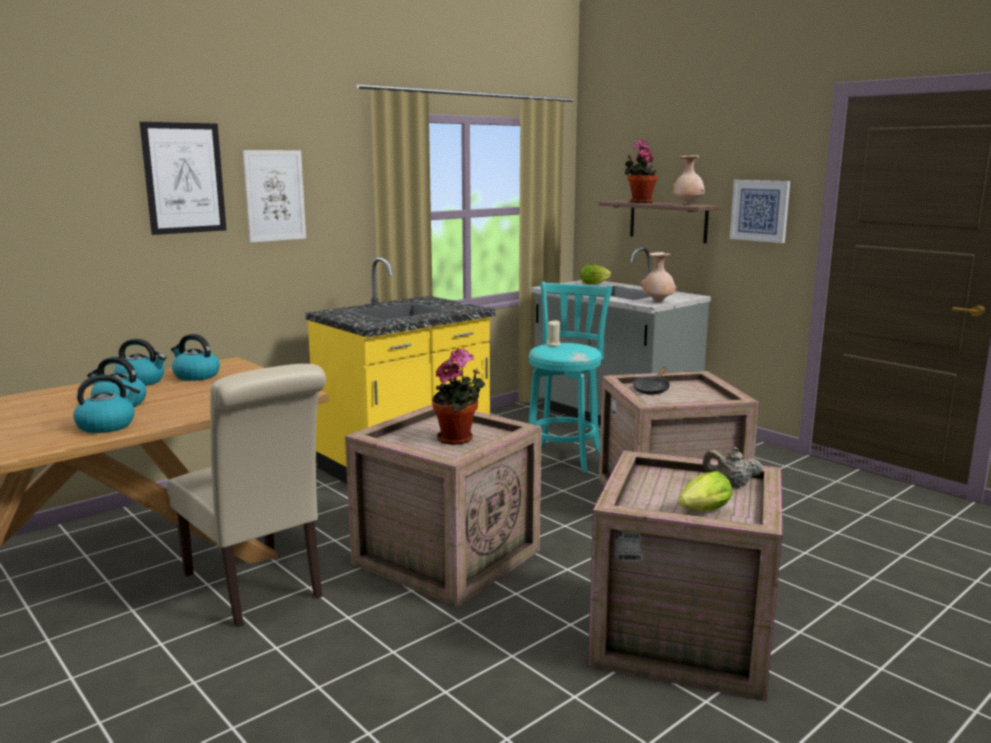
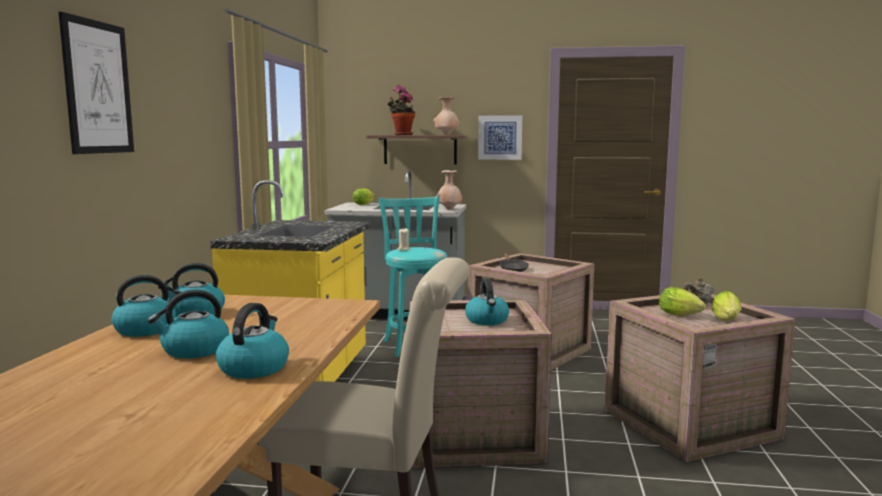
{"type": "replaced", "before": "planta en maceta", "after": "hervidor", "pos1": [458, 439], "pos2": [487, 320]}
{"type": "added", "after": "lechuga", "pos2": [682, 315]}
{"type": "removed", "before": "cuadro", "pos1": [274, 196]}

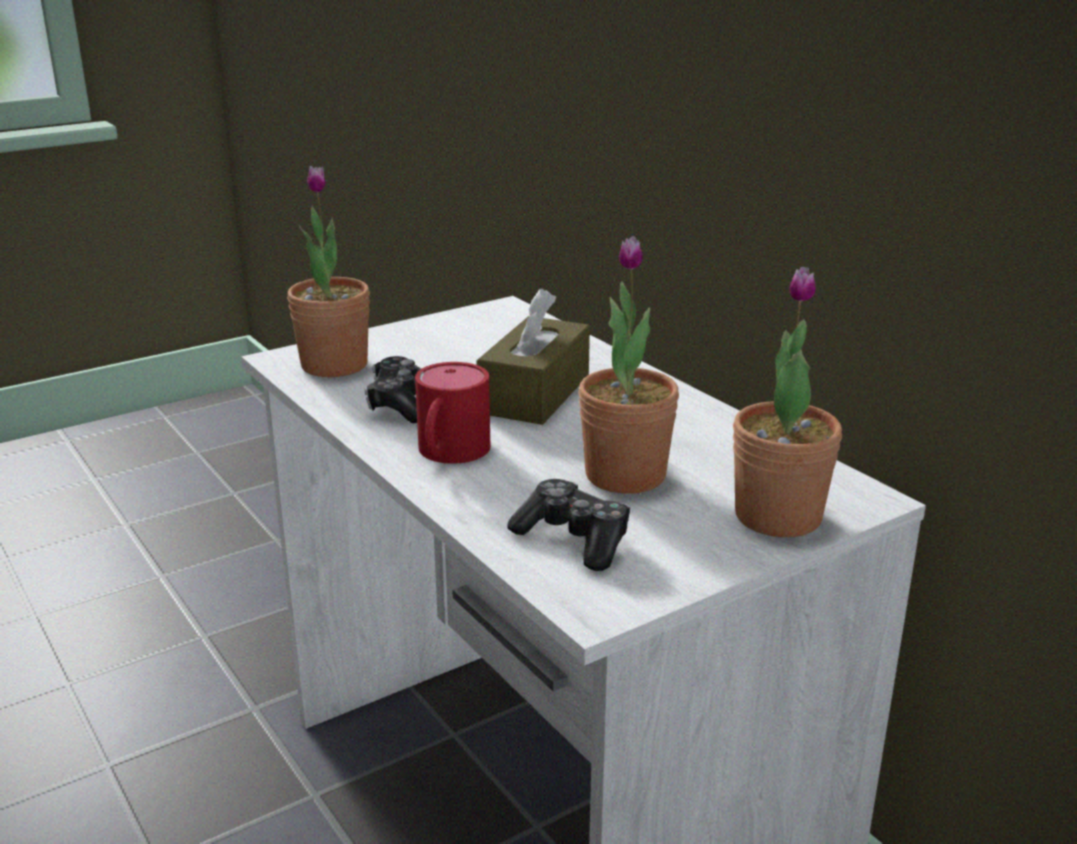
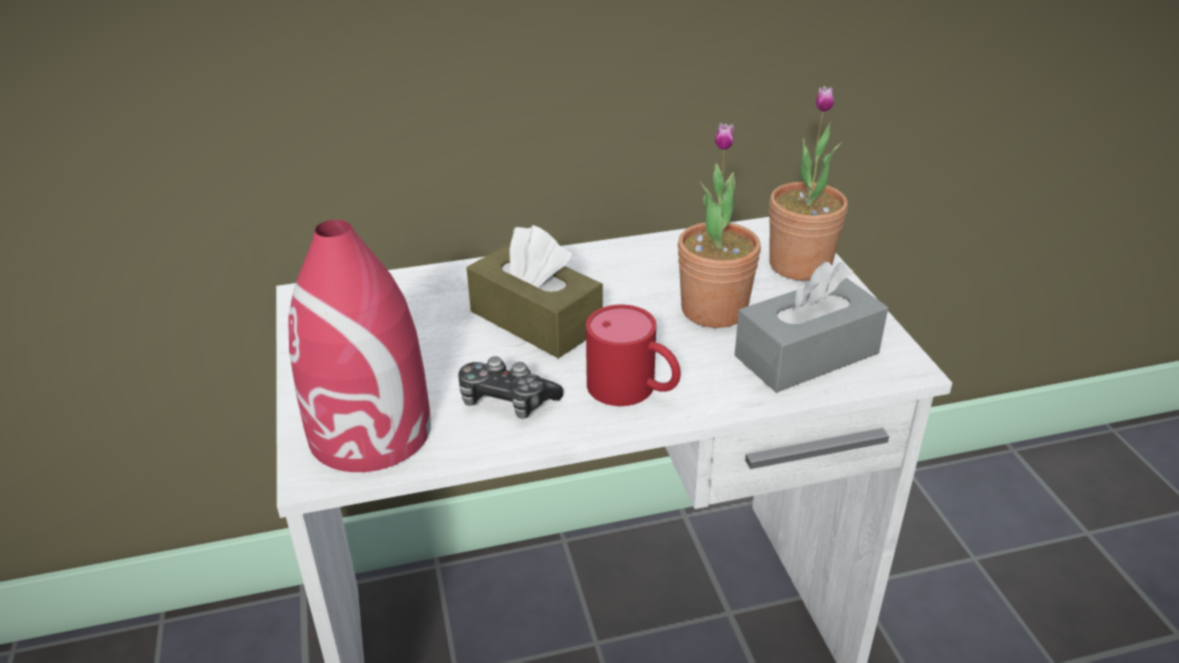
{"type": "replaced", "before": "planta en maceta", "after": "florero [rojo]", "pos1": [334, 365], "pos2": [371, 432]}
{"type": "replaced", "before": "mando de consola", "after": "caja de pañuelos [gris]", "pos1": [574, 539], "pos2": [806, 354]}

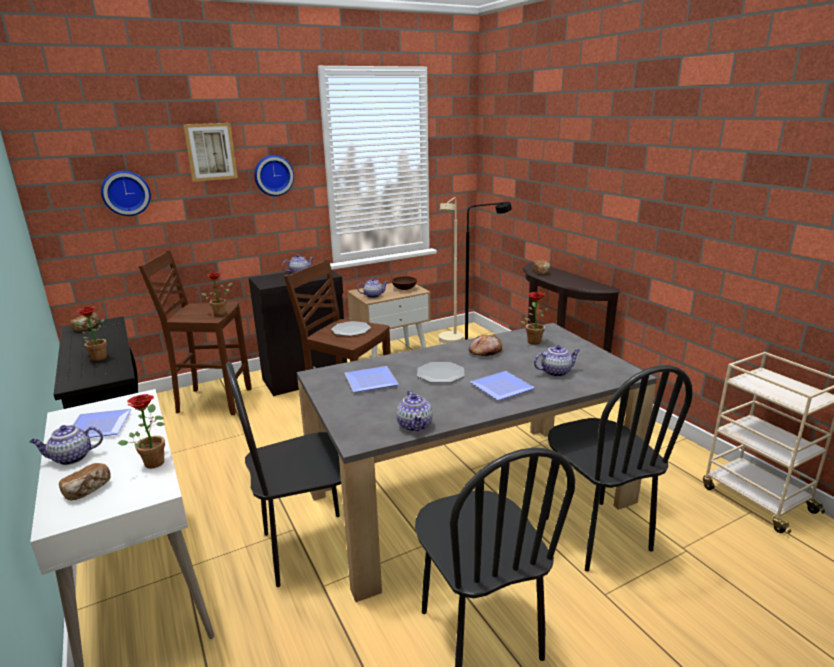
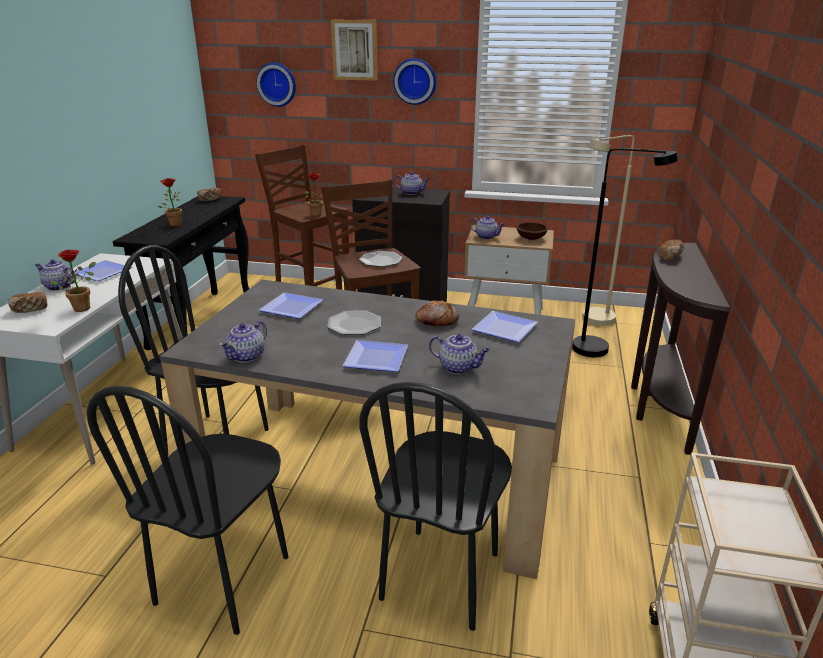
{"type": "replaced", "before": "planta en maceta", "after": "plato", "pos1": [532, 341], "pos2": [507, 329]}

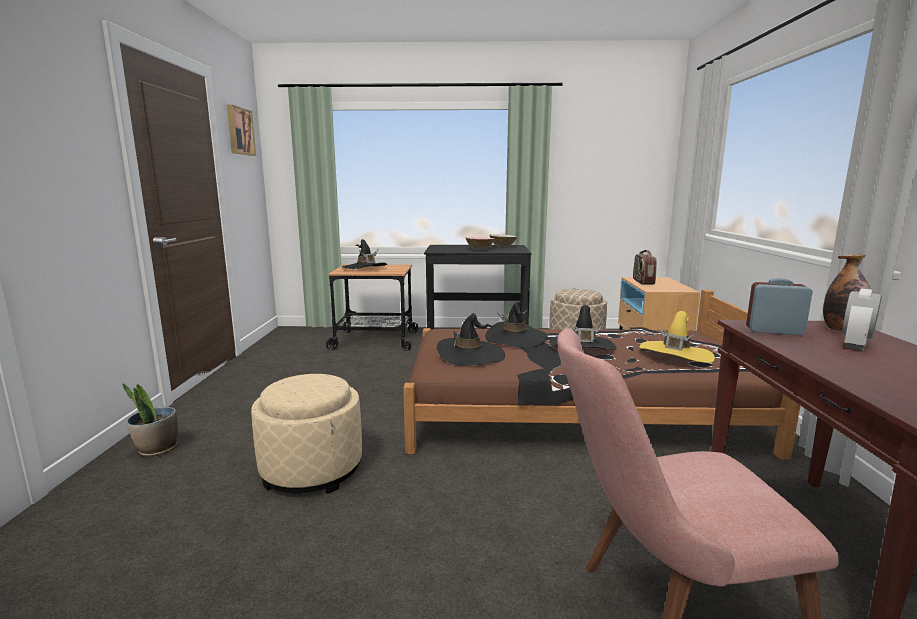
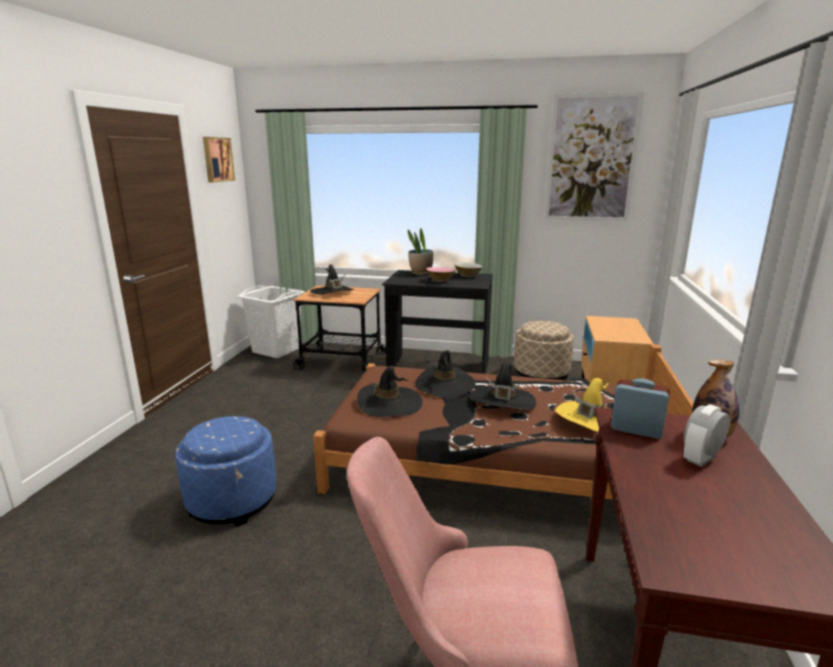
{"type": "recoloured", "before": "puf [beis]", "after": "puf [azul]", "pos1": [312, 470], "pos2": [232, 500]}
{"type": "added", "after": "cesto de la ropa [blanco]", "pos2": [276, 350]}
{"type": "moved", "before": "planta en maceta", "pos1": [157, 450], "pos2": [420, 273]}
{"type": "added", "after": "cuadro", "pos2": [591, 158]}
{"type": "removed", "before": "radio", "pos1": [643, 282]}

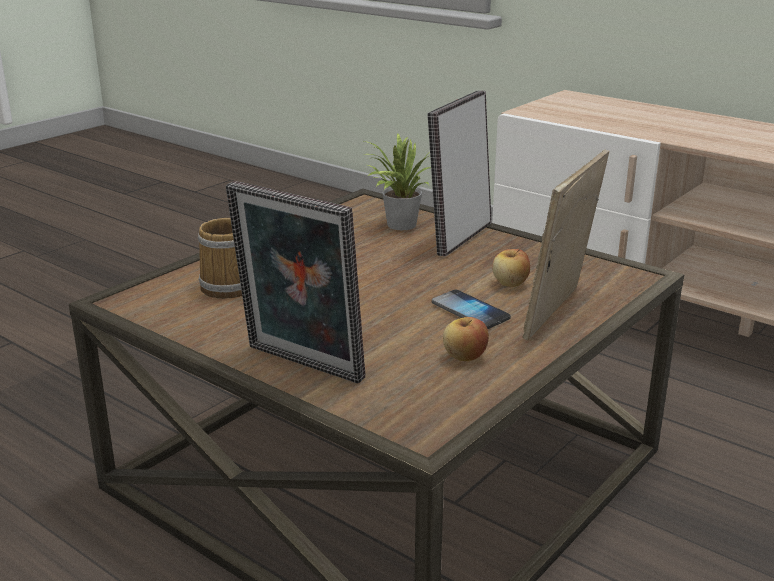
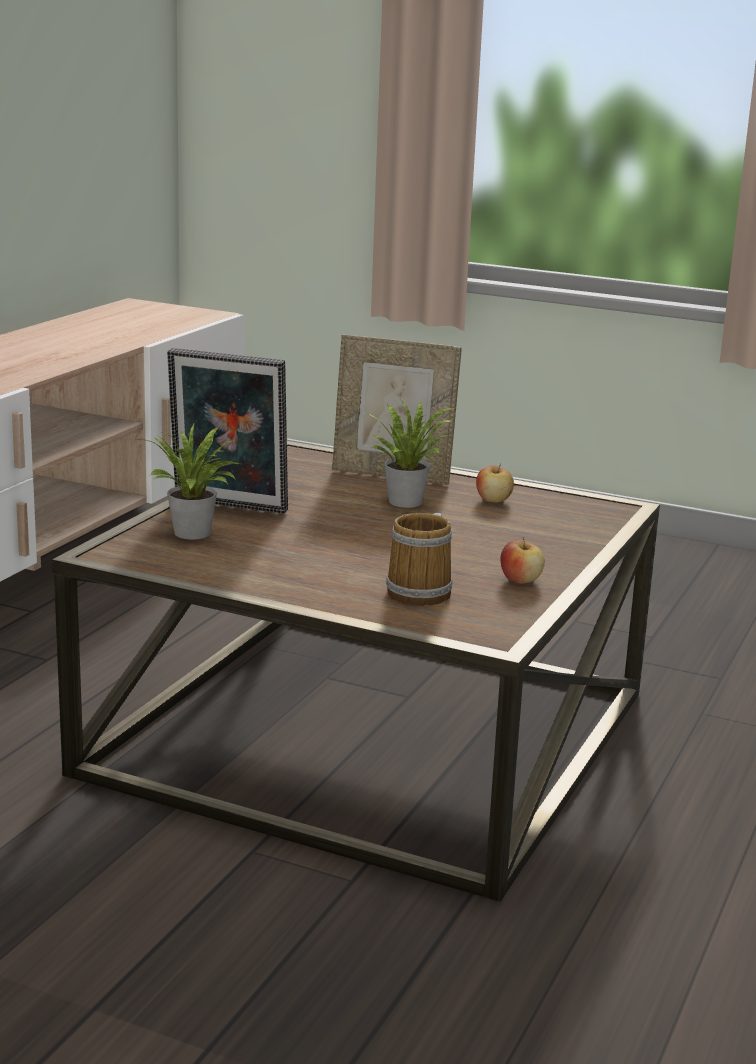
{"type": "replaced", "before": "móvil", "after": "planta en maceta", "pos1": [470, 311], "pos2": [407, 500]}
{"type": "moved", "before": "manzana", "pos1": [510, 284], "pos2": [520, 580]}
{"type": "removed", "before": "portarretratos", "pos1": [300, 366]}

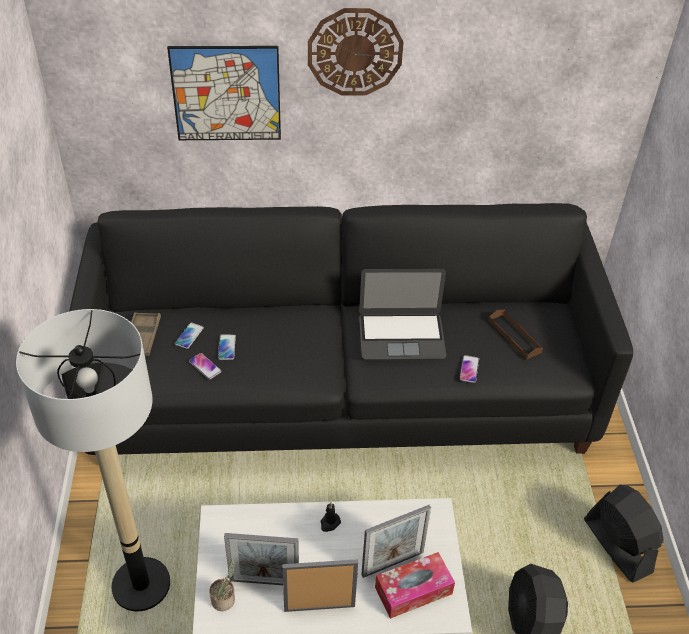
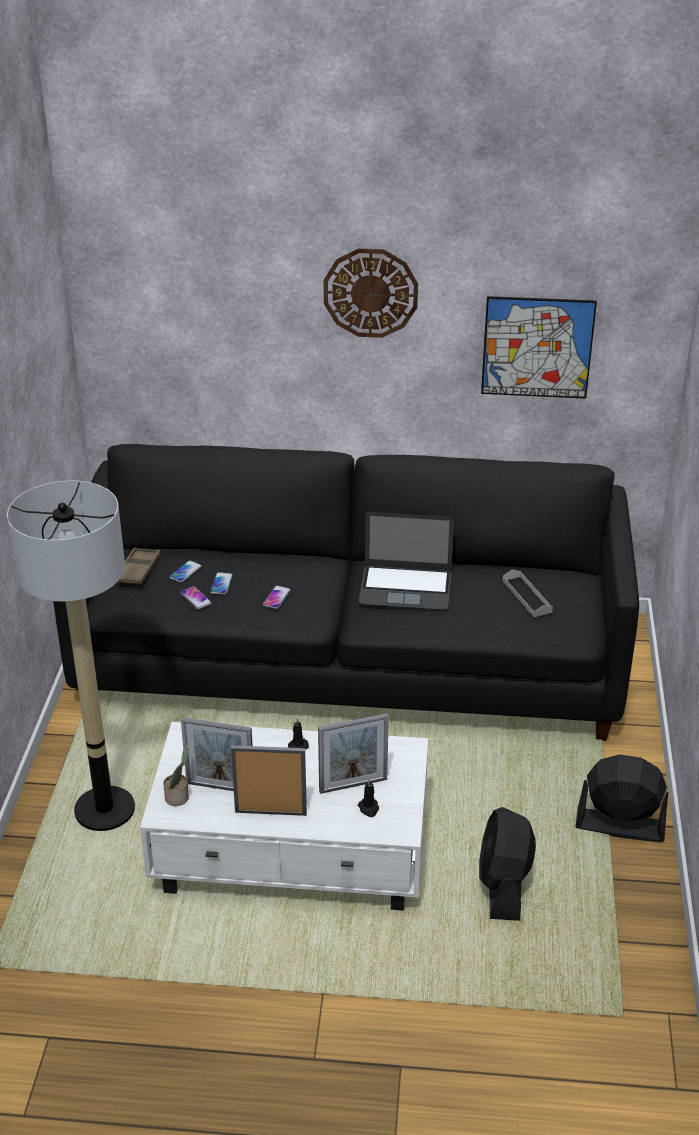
{"type": "moved", "before": "móvil", "pos1": [469, 369], "pos2": [276, 598]}
{"type": "replaced", "before": "caja de pañuelos", "after": "vela [negro]", "pos1": [413, 590], "pos2": [369, 808]}
{"type": "moved", "before": "cuadro", "pos1": [226, 94], "pos2": [537, 347]}
{"type": "recoloured", "before": "bandeja [marrón]", "after": "bandeja [gris]", "pos1": [514, 336], "pos2": [526, 596]}
{"type": "turned", "before": "ventilador [negro]", "pos1": [617, 545], "pos2": [619, 825], "turn": -60}

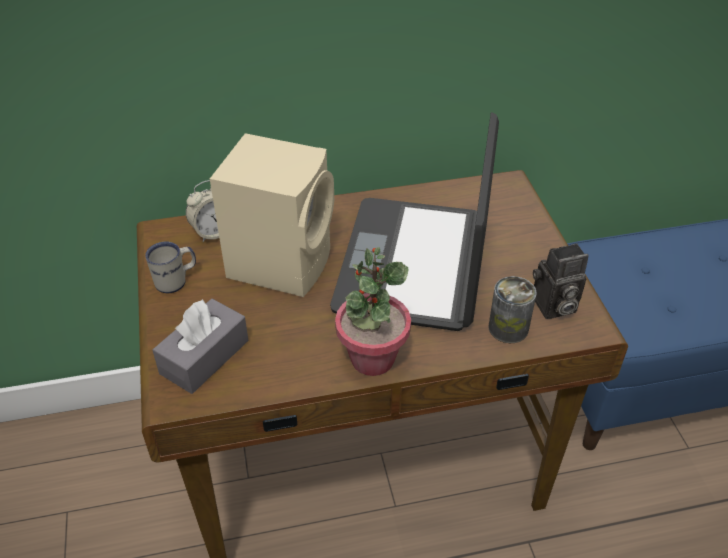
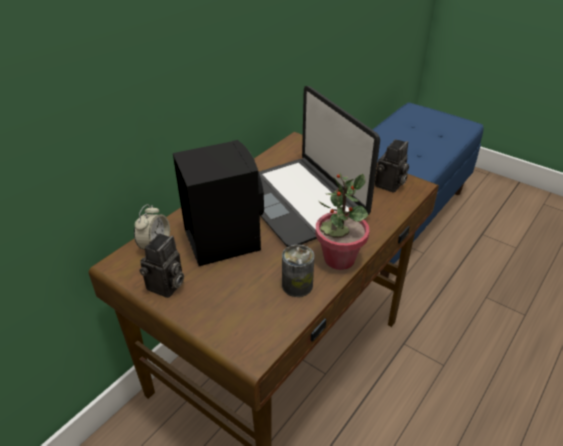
{"type": "replaced", "before": "taza grande [blanco]", "after": "cámara", "pos1": [176, 281], "pos2": [166, 287]}
{"type": "recoloured", "before": "altavoz [beis]", "after": "altavoz [negro]", "pos1": [282, 261], "pos2": [222, 238]}
{"type": "moved", "before": "lata", "pos1": [508, 328], "pos2": [297, 285]}
{"type": "removed", "before": "caja de pañuelos [gris]", "pos1": [204, 357]}

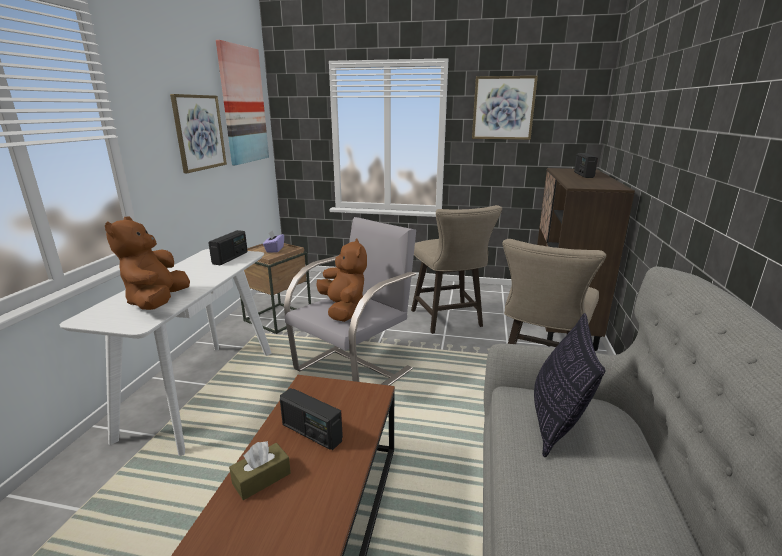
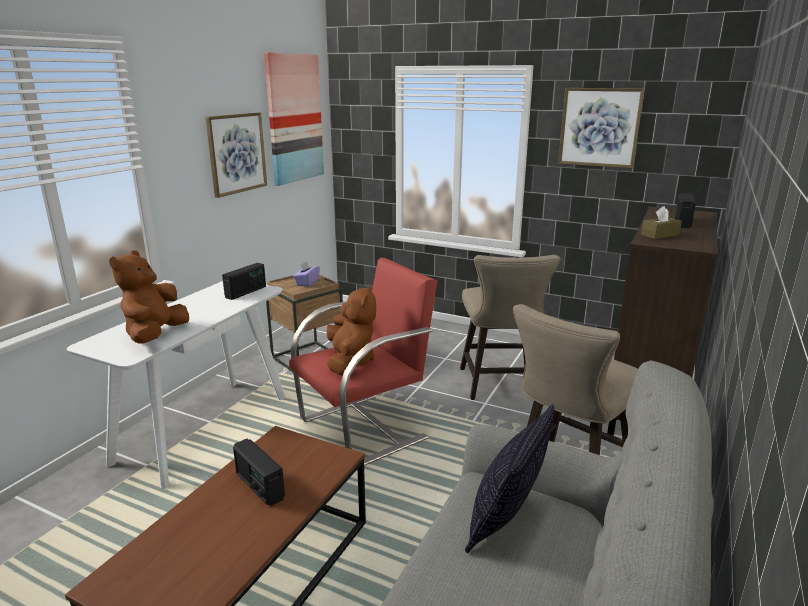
{"type": "recoloured", "before": "sillón [gris]", "after": "sillón [rojo]", "pos1": [354, 369], "pos2": [364, 428]}
{"type": "moved", "before": "caja de pañuelos [marrón]", "pos1": [261, 478], "pos2": [660, 235]}

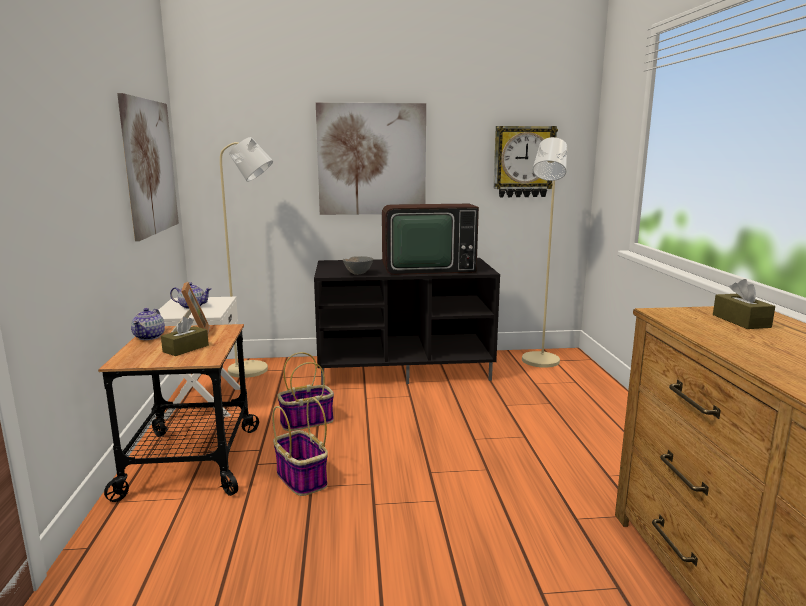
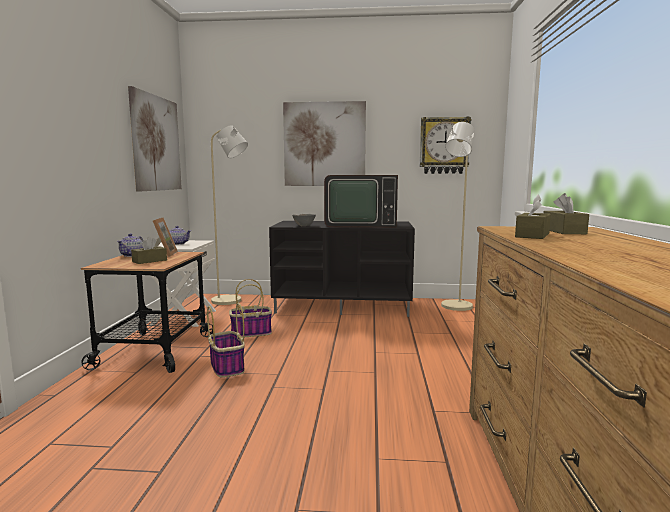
{"type": "added", "after": "caja de pañuelos [marrón]", "pos2": [532, 235]}

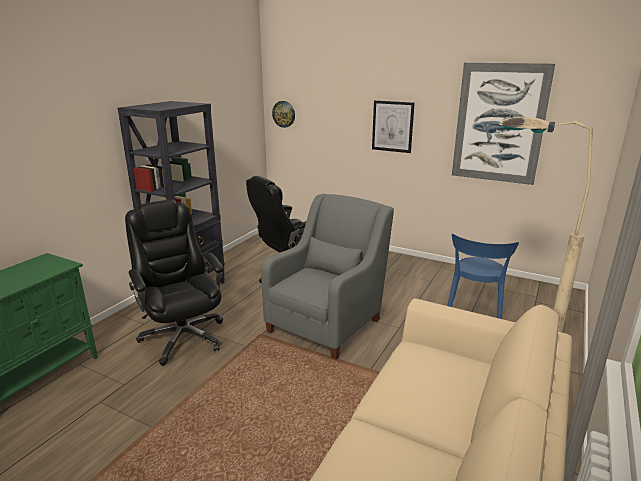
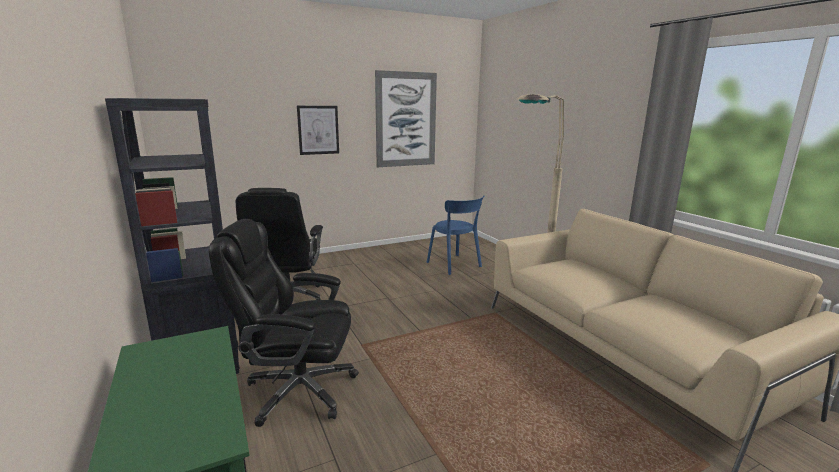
{"type": "removed", "before": "sillón [gris]", "pos1": [327, 323]}
{"type": "removed", "before": "reloj de pared", "pos1": [284, 114]}

